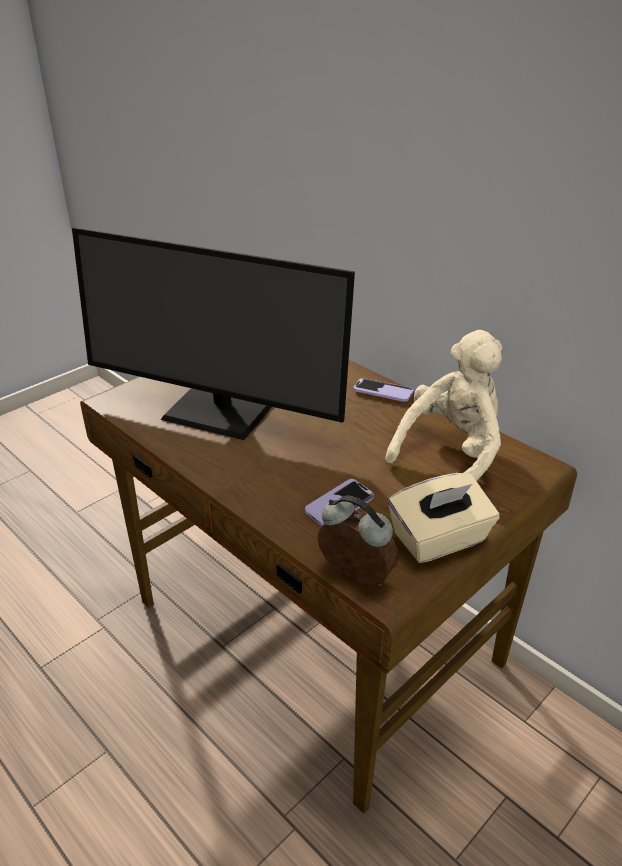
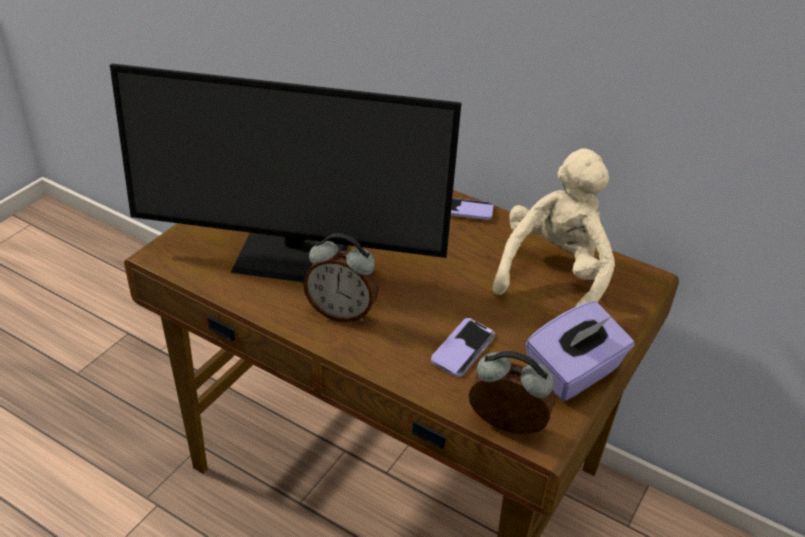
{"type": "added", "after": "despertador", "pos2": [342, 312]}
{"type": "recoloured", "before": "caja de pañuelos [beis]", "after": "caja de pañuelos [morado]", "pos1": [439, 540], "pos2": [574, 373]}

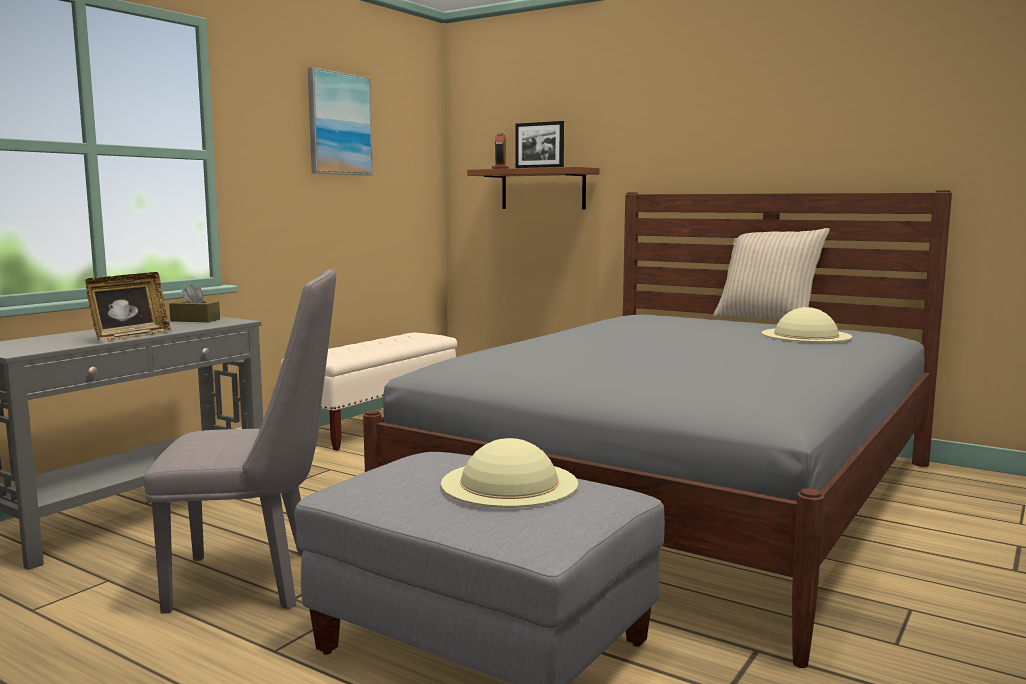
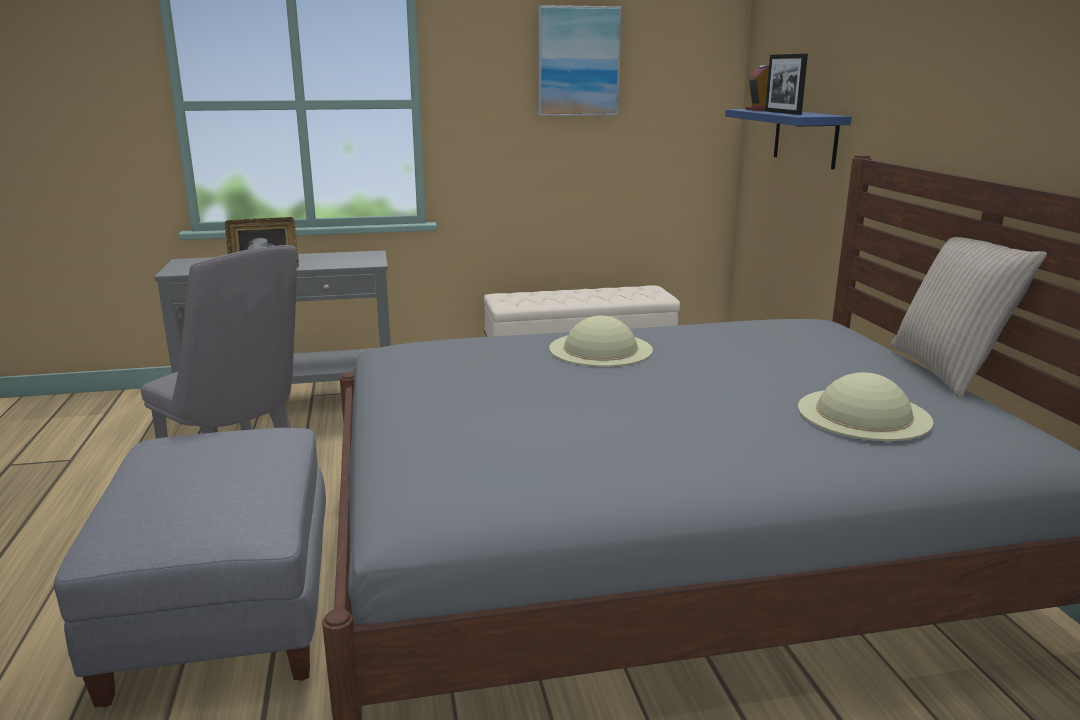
{"type": "moved", "before": "sombrero [beis]", "pos1": [509, 483], "pos2": [601, 349]}
{"type": "recoloured", "before": "estante [marrón]", "after": "estante [azul]", "pos1": [543, 189], "pos2": [805, 137]}
{"type": "removed", "before": "caja de pañuelos [marrón]", "pos1": [195, 320]}

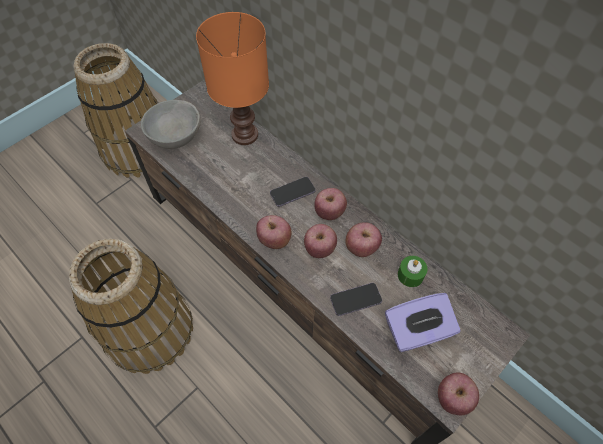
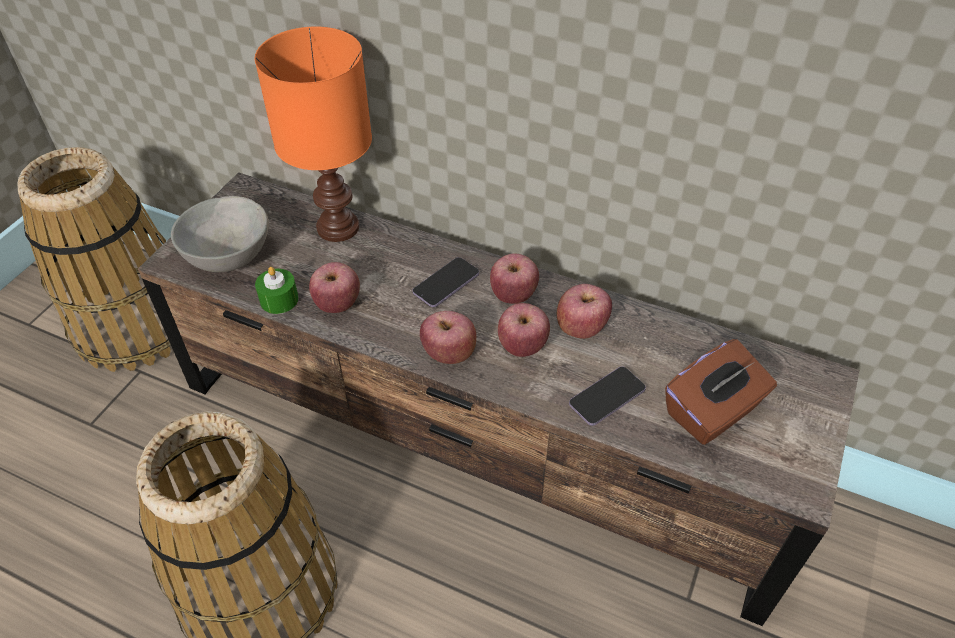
{"type": "moved", "before": "vela [verde]", "pos1": [410, 275], "pos2": [279, 299]}
{"type": "moved", "before": "manzana", "pos1": [453, 398], "pos2": [338, 304]}
{"type": "recoloured", "before": "caja de pañuelos [morado]", "after": "caja de pañuelos [marrón]", "pos1": [417, 331], "pos2": [712, 412]}

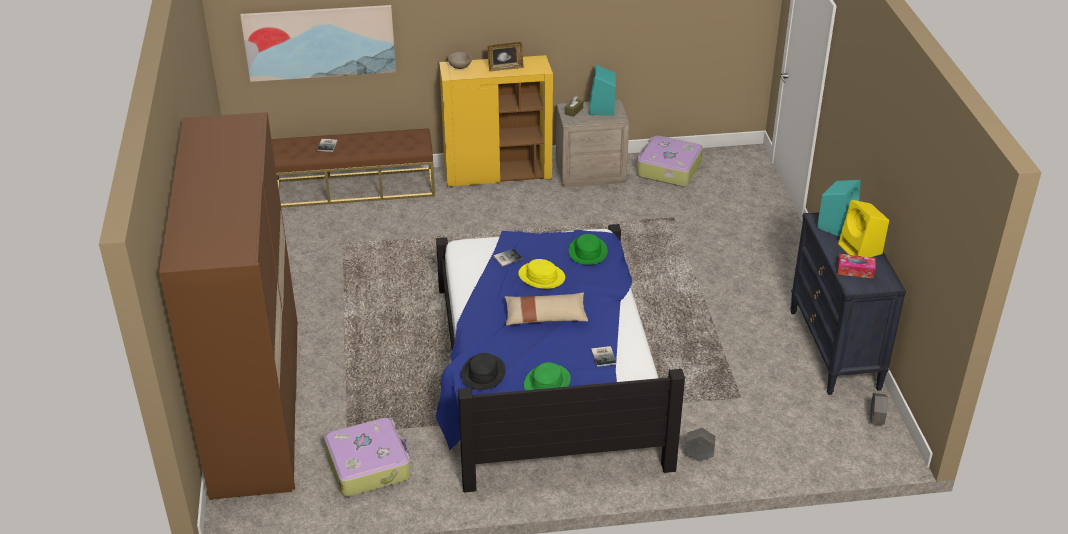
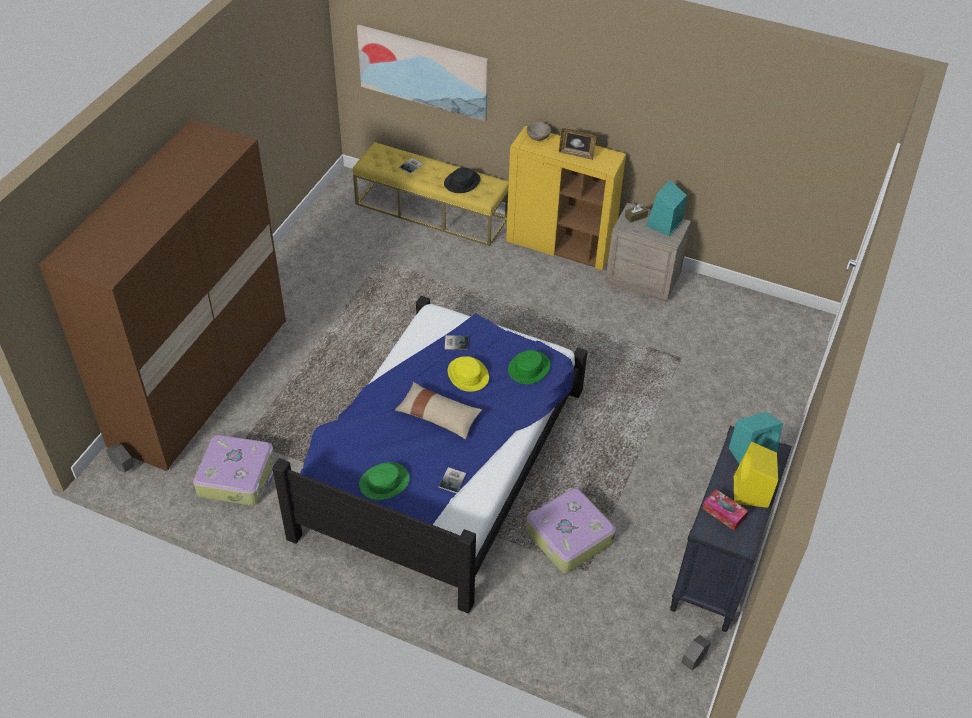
{"type": "moved", "before": "maceta [gris]", "pos1": [699, 456], "pos2": [123, 467]}
{"type": "recoloured", "before": "banco [marrón]", "after": "banco [amarillo]", "pos1": [355, 188], "pos2": [431, 211]}
{"type": "moved", "before": "sombrero [negro]", "pos1": [483, 373], "pos2": [462, 182]}
{"type": "moved", "before": "maleta", "pos1": [668, 169], "pos2": [568, 536]}

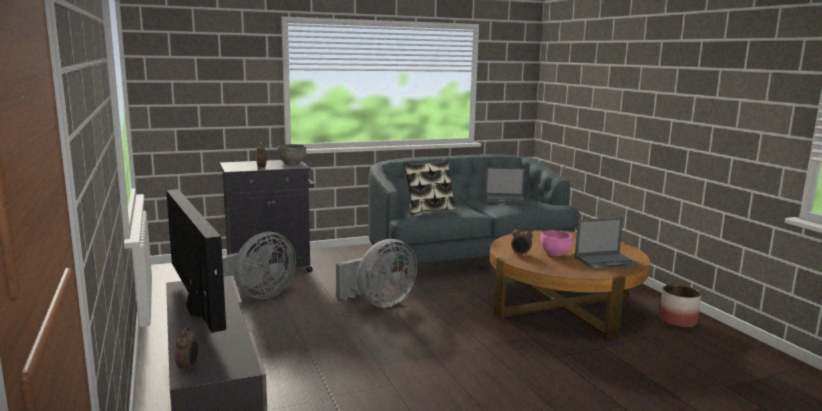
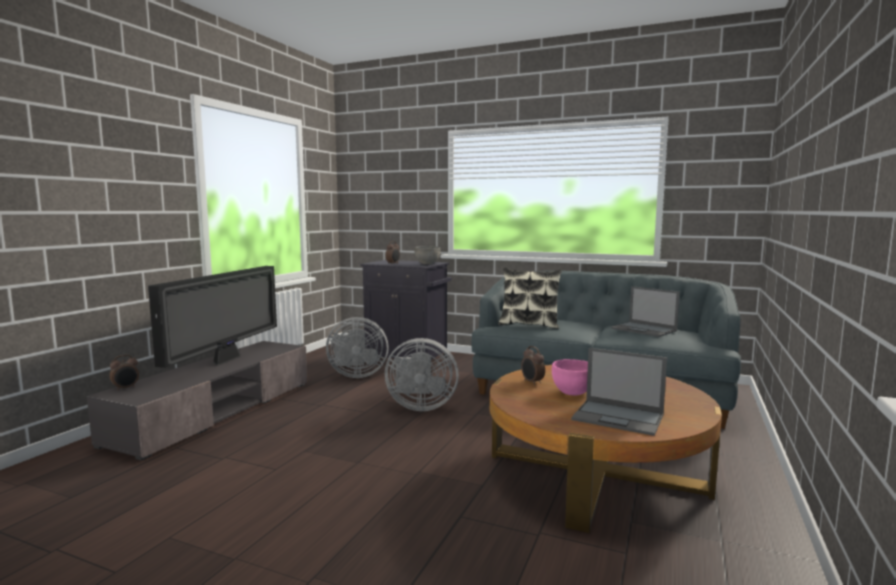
{"type": "removed", "before": "maceta", "pos1": [678, 321]}

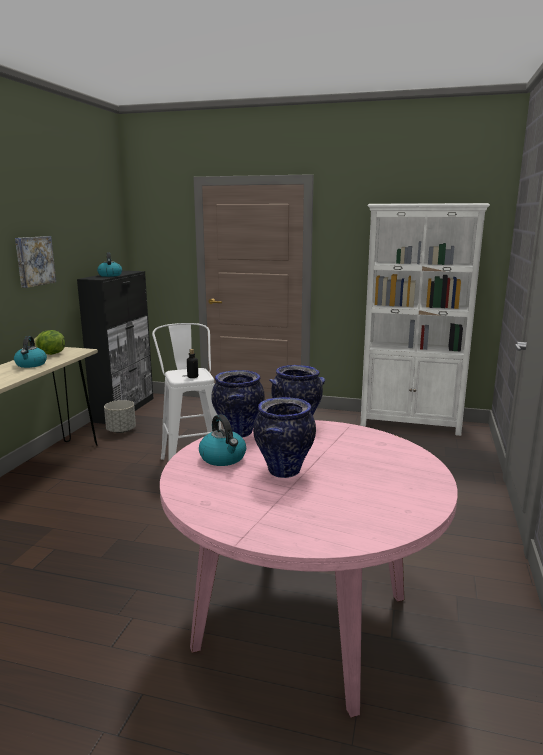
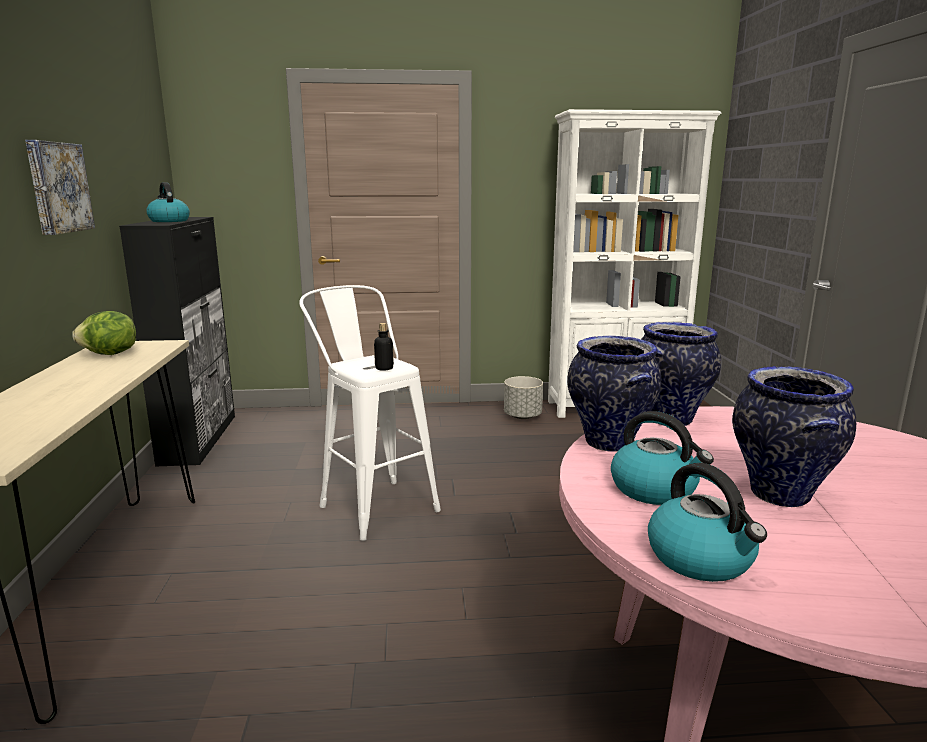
{"type": "moved", "before": "maceta [gris]", "pos1": [121, 430], "pos2": [522, 416]}
{"type": "moved", "before": "hervidor", "pos1": [31, 364], "pos2": [701, 559]}

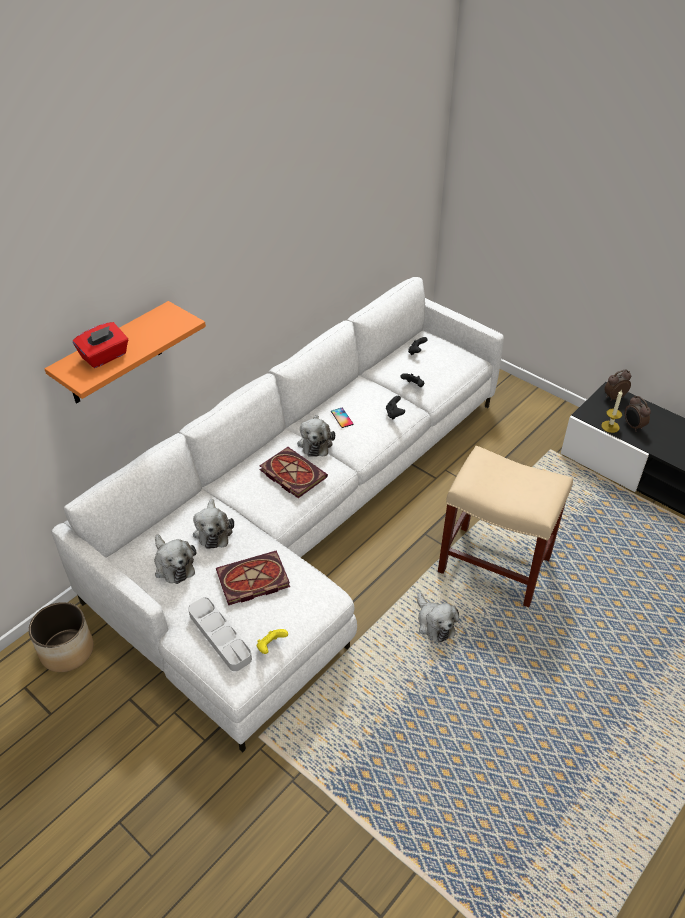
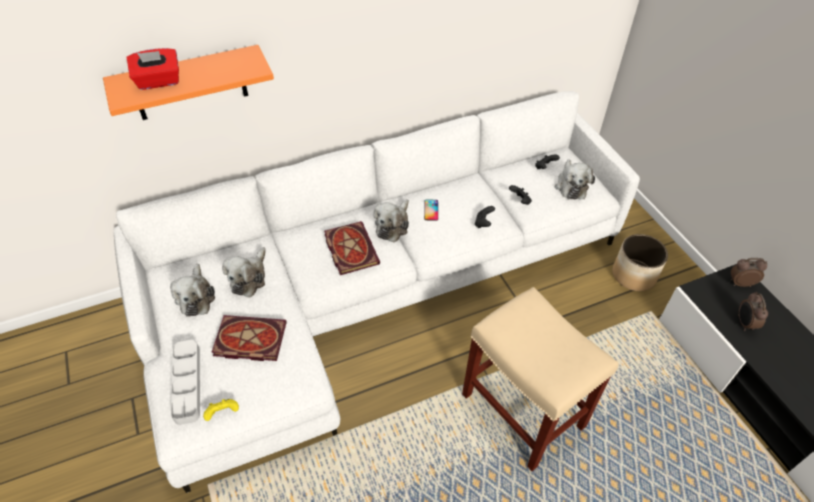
{"type": "moved", "before": "peluche", "pos1": [434, 623], "pos2": [571, 185]}
{"type": "moved", "before": "maceta", "pos1": [68, 650], "pos2": [634, 275]}
{"type": "removed", "before": "vela", "pos1": [610, 426]}

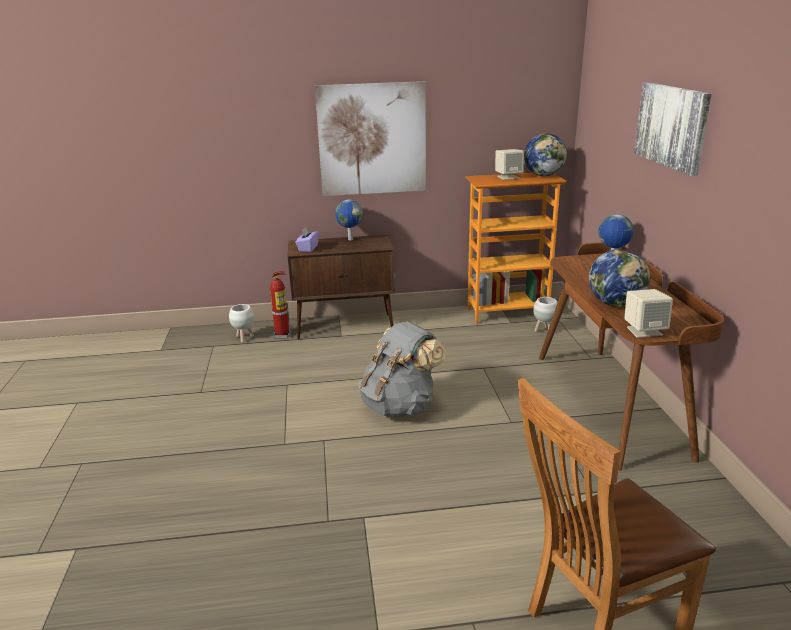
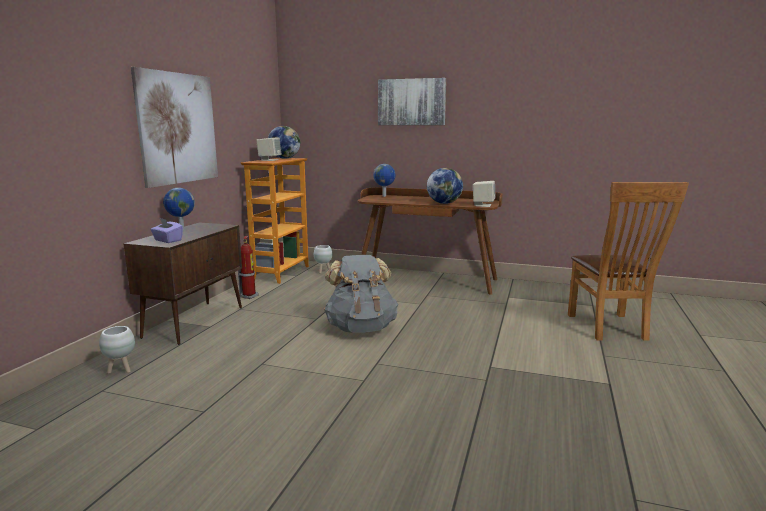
{"type": "moved", "before": "extintor", "pos1": [282, 335], "pos2": [249, 296]}

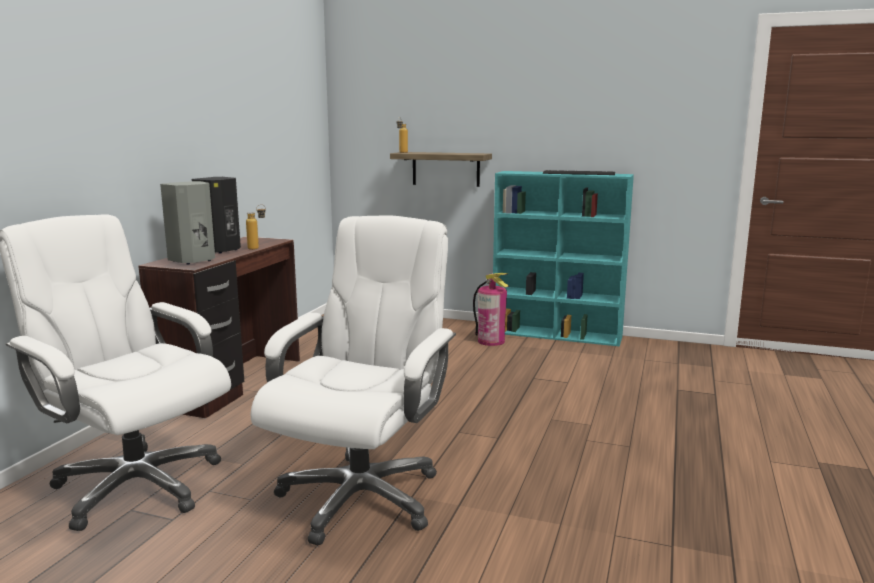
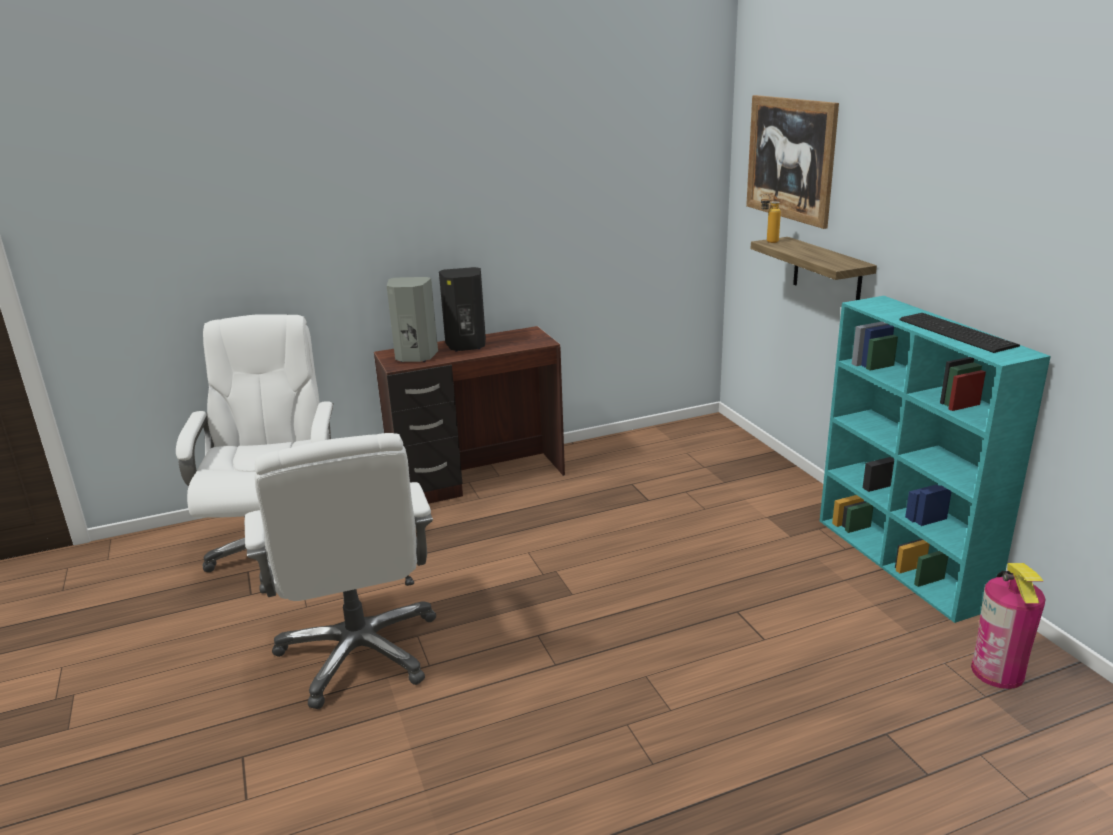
{"type": "turned", "before": "silla de oficina [blanco]", "pos1": [361, 496], "pos2": [360, 652], "turn": 90}
{"type": "added", "after": "cuadro", "pos2": [790, 159]}
{"type": "moved", "before": "extintor", "pos1": [491, 341], "pos2": [998, 671]}
{"type": "removed", "before": "botella", "pos1": [258, 248]}

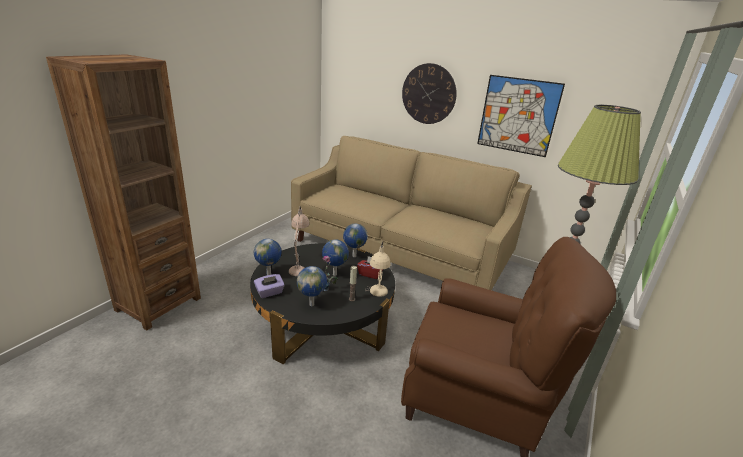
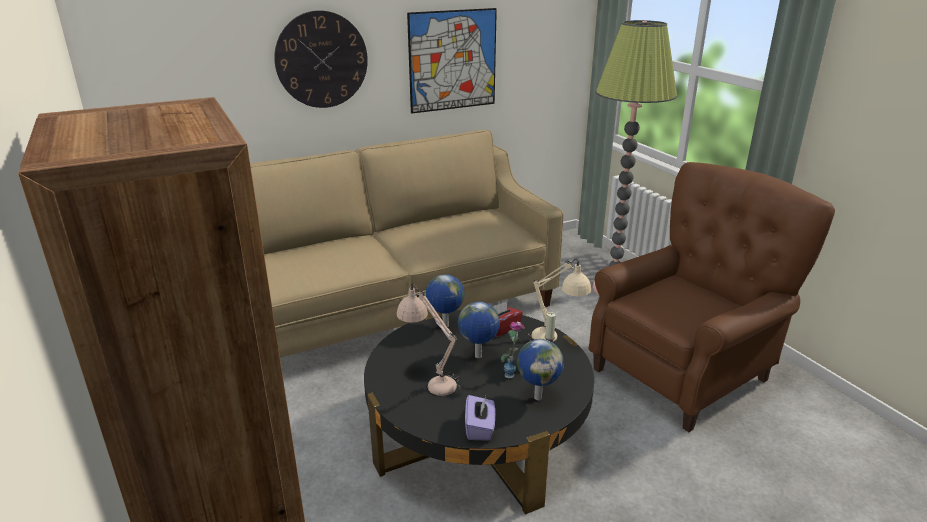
{"type": "removed", "before": "globo terráqueo", "pos1": [269, 274]}

